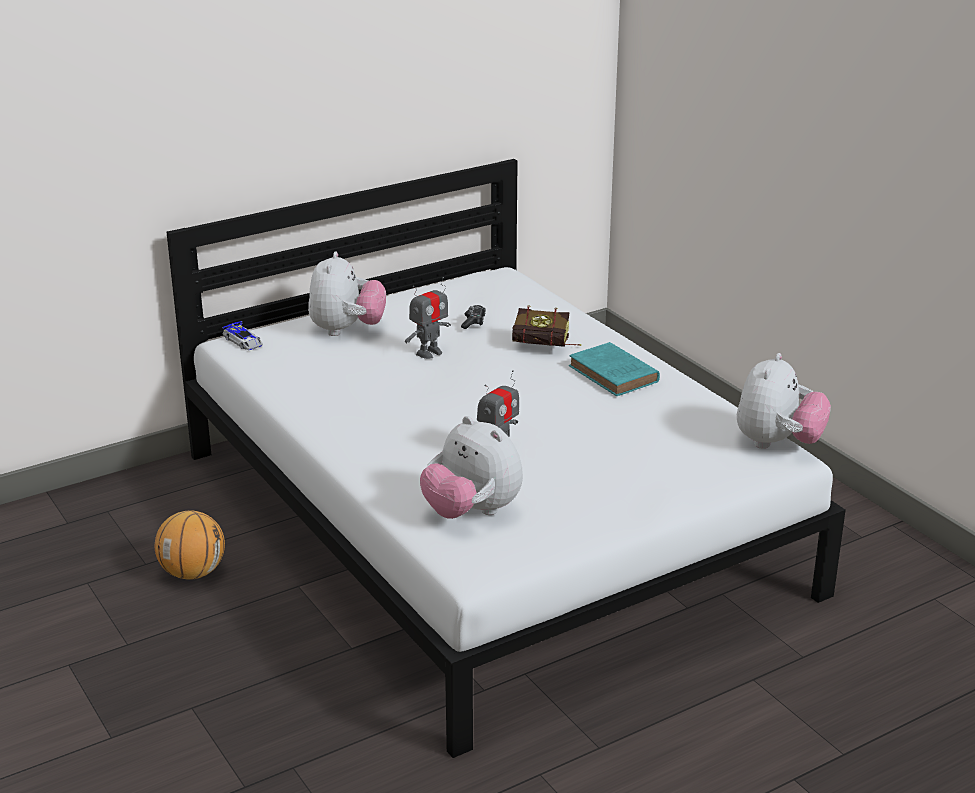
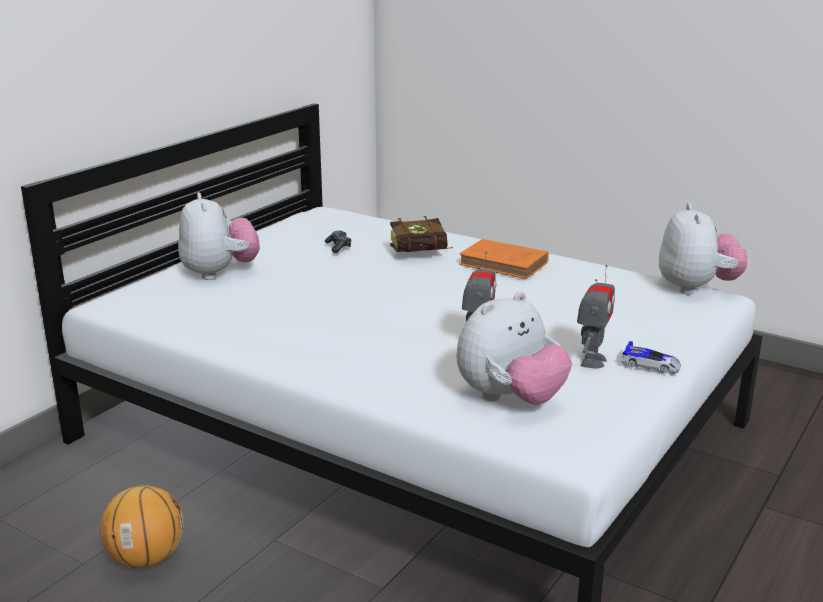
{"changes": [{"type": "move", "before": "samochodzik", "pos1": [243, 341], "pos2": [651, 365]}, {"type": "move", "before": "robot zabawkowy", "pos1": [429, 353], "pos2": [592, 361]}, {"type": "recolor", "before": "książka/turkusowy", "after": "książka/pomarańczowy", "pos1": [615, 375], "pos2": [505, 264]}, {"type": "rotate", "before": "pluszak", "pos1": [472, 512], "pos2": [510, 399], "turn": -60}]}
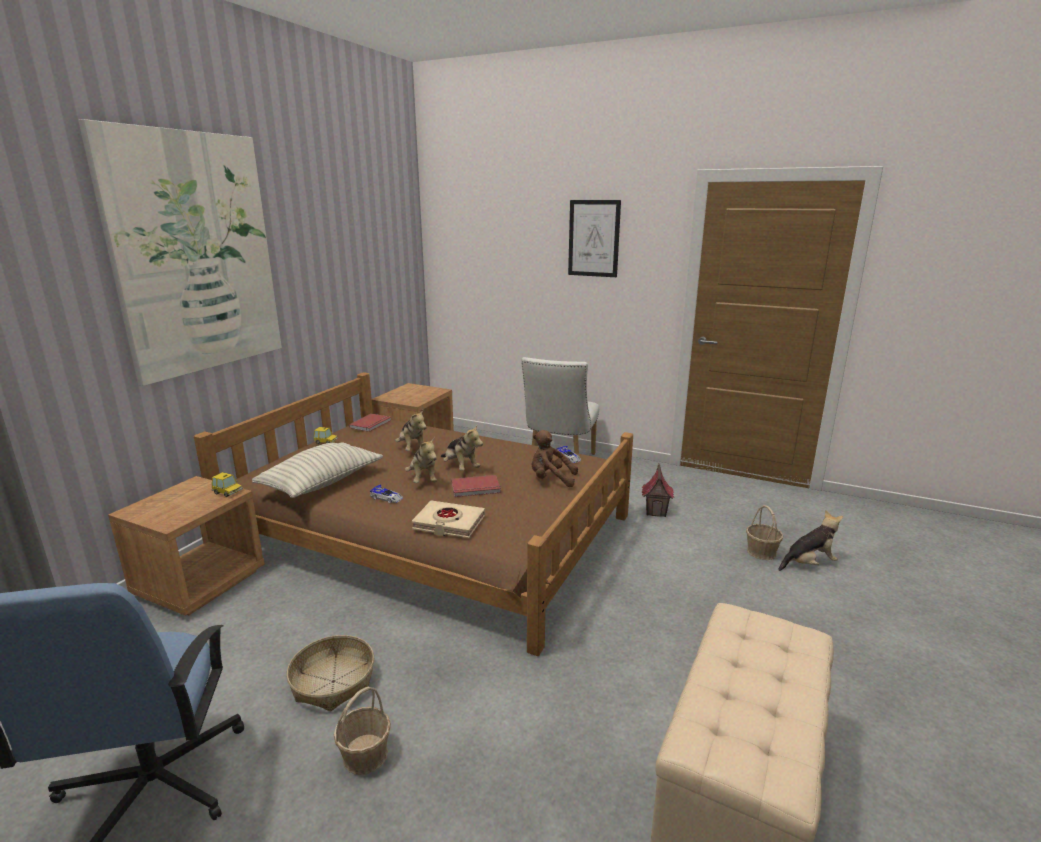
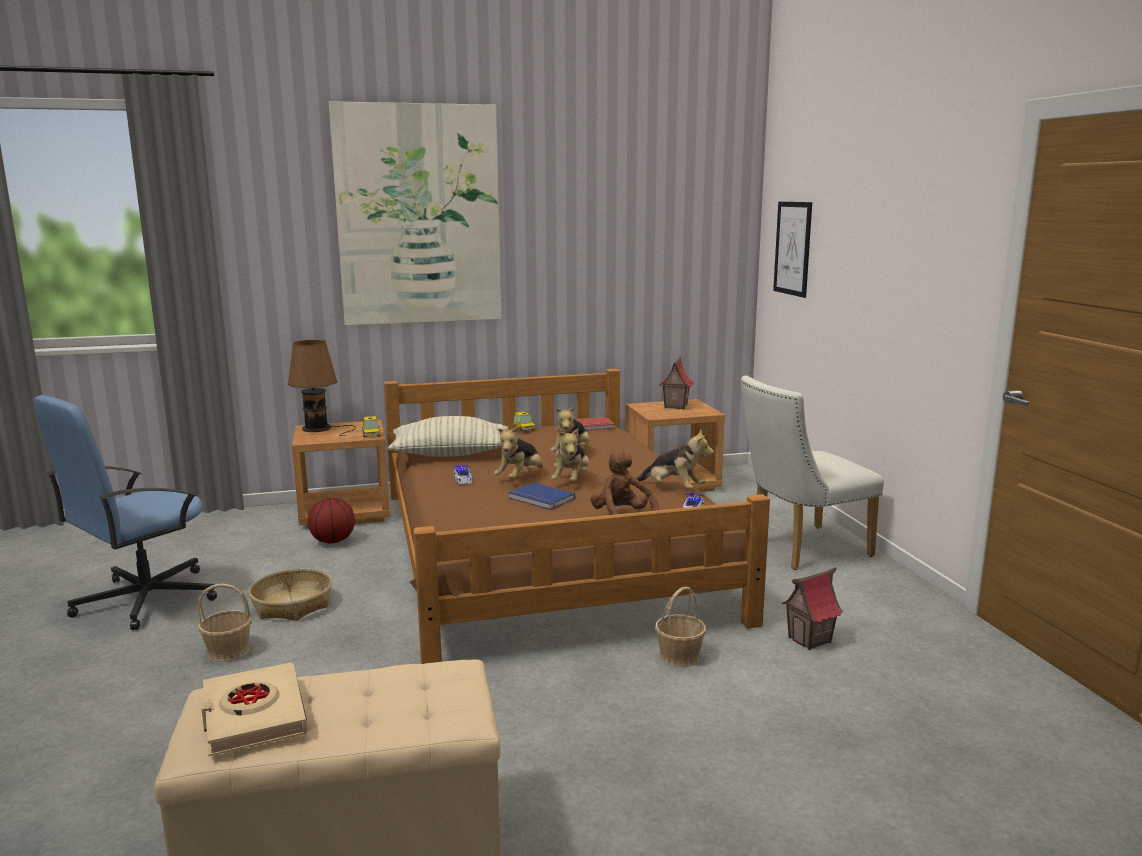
{"changes": [{"type": "insert", "after": "lampa stołowa/brązowy", "pos2": [320, 429]}, {"type": "insert", "after": "piłka do koszykówki", "pos2": [332, 541]}, {"type": "insert", "after": "domek", "pos2": [675, 406]}, {"type": "move", "before": "książka/beżowy", "pos1": [449, 523], "pos2": [253, 716]}, {"type": "move", "before": "obraz", "pos1": [593, 238], "pos2": [792, 248]}, {"type": "move", "before": "koszyk", "pos1": [761, 552], "pos2": [680, 656]}, {"type": "move", "before": "pluszak", "pos1": [808, 564], "pos2": [673, 488]}, {"type": "recolor", "before": "książka/czerwony", "after": "książka/niebieski", "pos1": [476, 488], "pos2": [540, 499]}]}
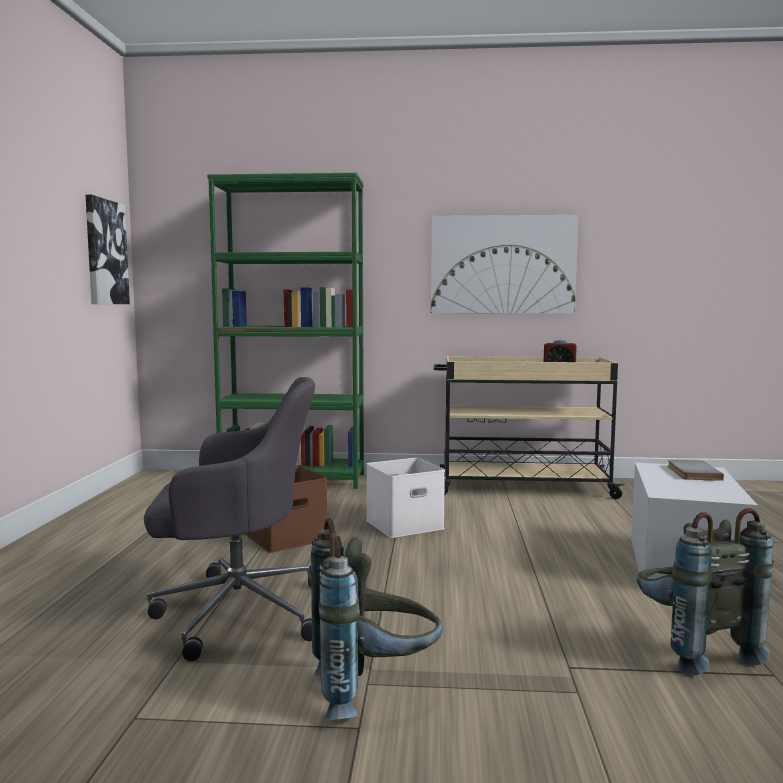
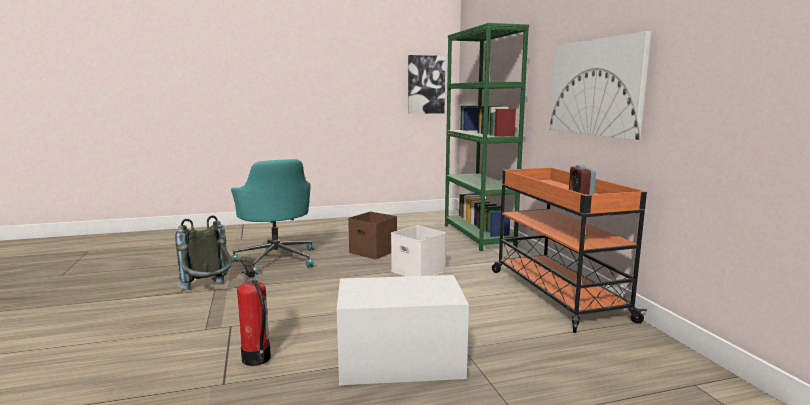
{"changes": [{"type": "delete", "before": "książka/szary", "pos1": [691, 473]}, {"type": "replace", "before": "plecak/szary", "after": "gaśnica", "pos1": [691, 648], "pos2": [256, 358]}, {"type": "recolor", "before": "krzesło biurowe/szary", "after": "krzesło biurowe/turkusowy", "pos1": [235, 611], "pos2": [277, 259]}, {"type": "recolor", "before": "wózek/beżowy", "after": "wózek/pomarańczowy", "pos1": [521, 487], "pos2": [556, 293]}]}
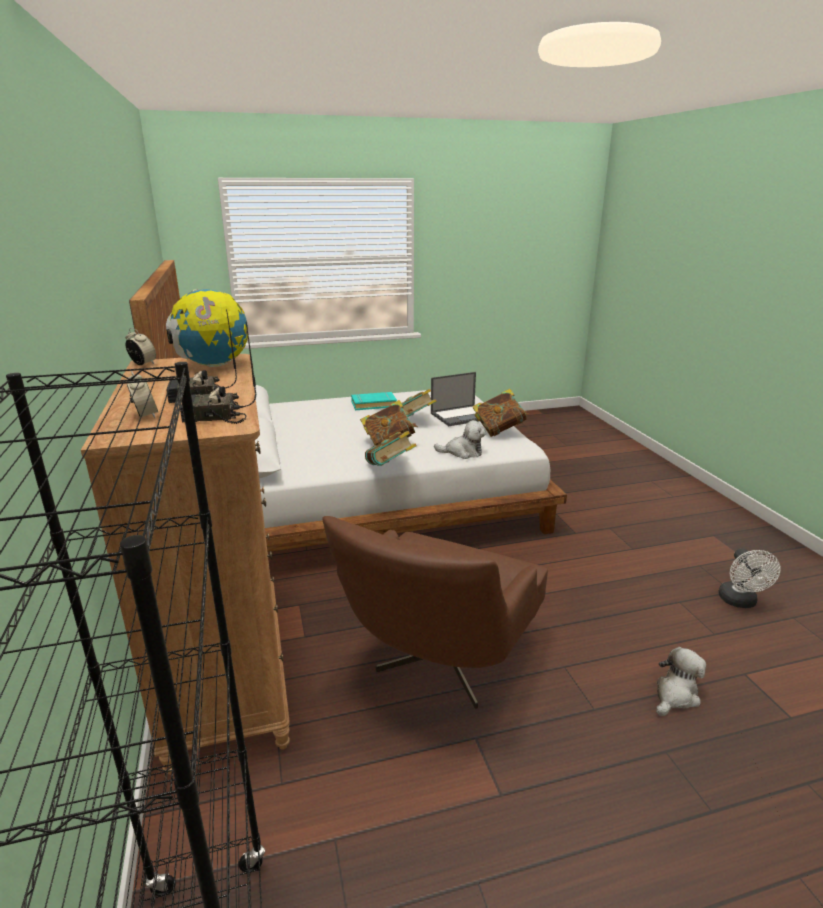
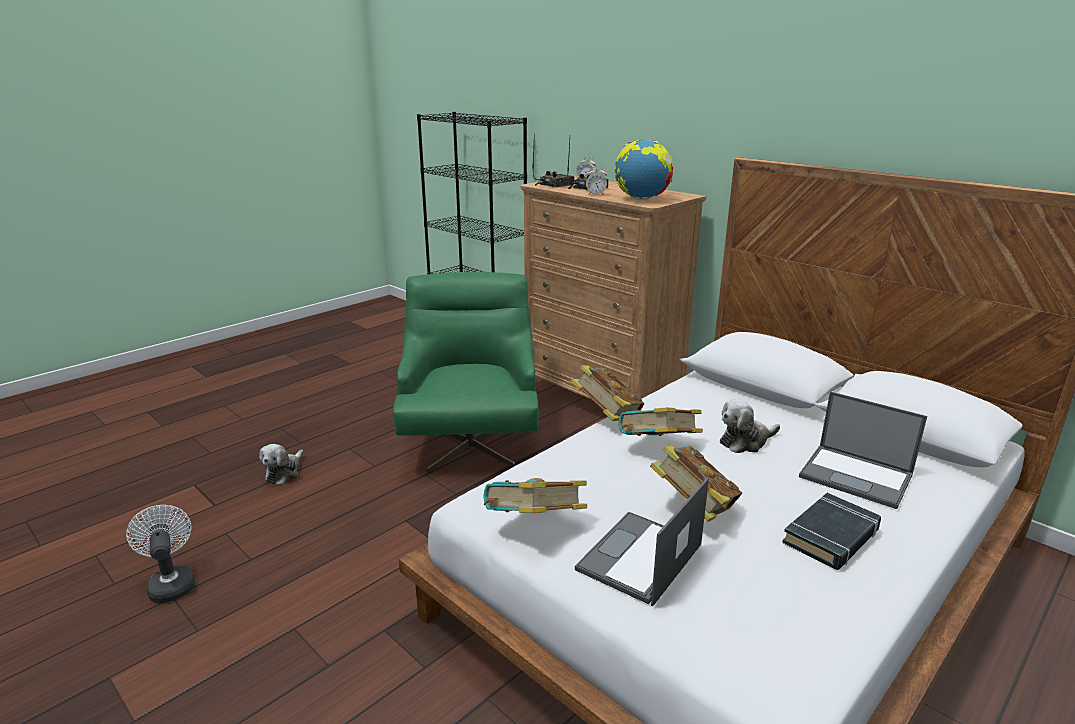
{"changes": [{"type": "insert", "after": "laptop", "pos2": [857, 476]}, {"type": "move", "before": "budzik", "pos1": [143, 364], "pos2": [596, 194]}, {"type": "move", "before": "pluszak", "pos1": [462, 452], "pos2": [745, 441]}, {"type": "recolor", "before": "fotel/brązowy", "after": "fotel/zielony", "pos1": [438, 666], "pos2": [471, 439]}, {"type": "recolor", "before": "książka/turkusowy", "after": "książka/czarny", "pos1": [373, 404], "pos2": [831, 536]}]}
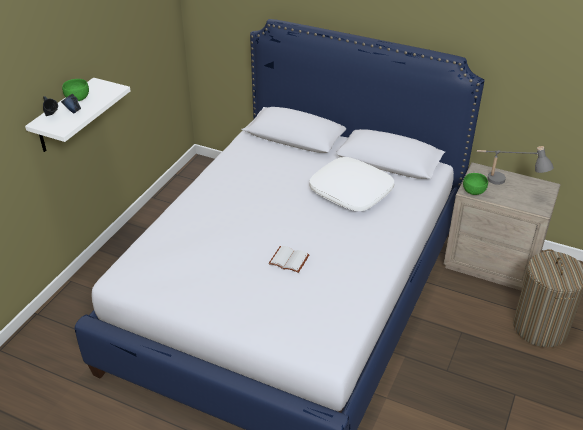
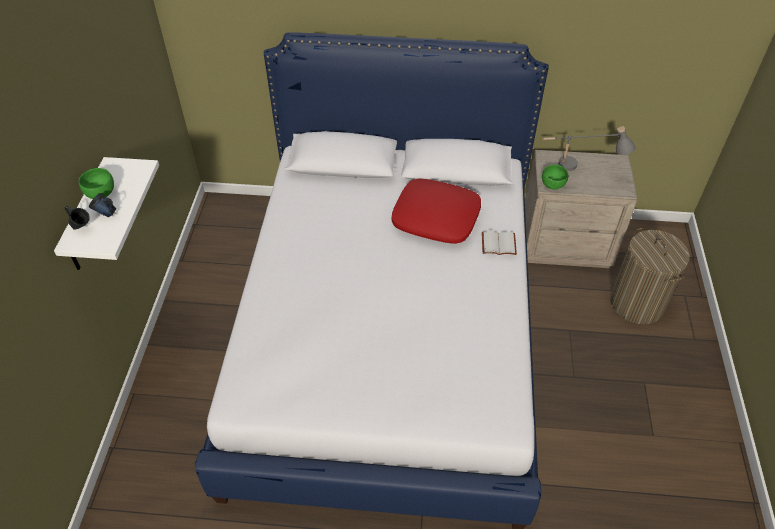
{"changes": [{"type": "move", "before": "książka/biały", "pos1": [290, 259], "pos2": [499, 243]}, {"type": "recolor", "before": "poduszka/biały", "after": "poduszka/czerwony", "pos1": [351, 191], "pos2": [436, 218]}]}
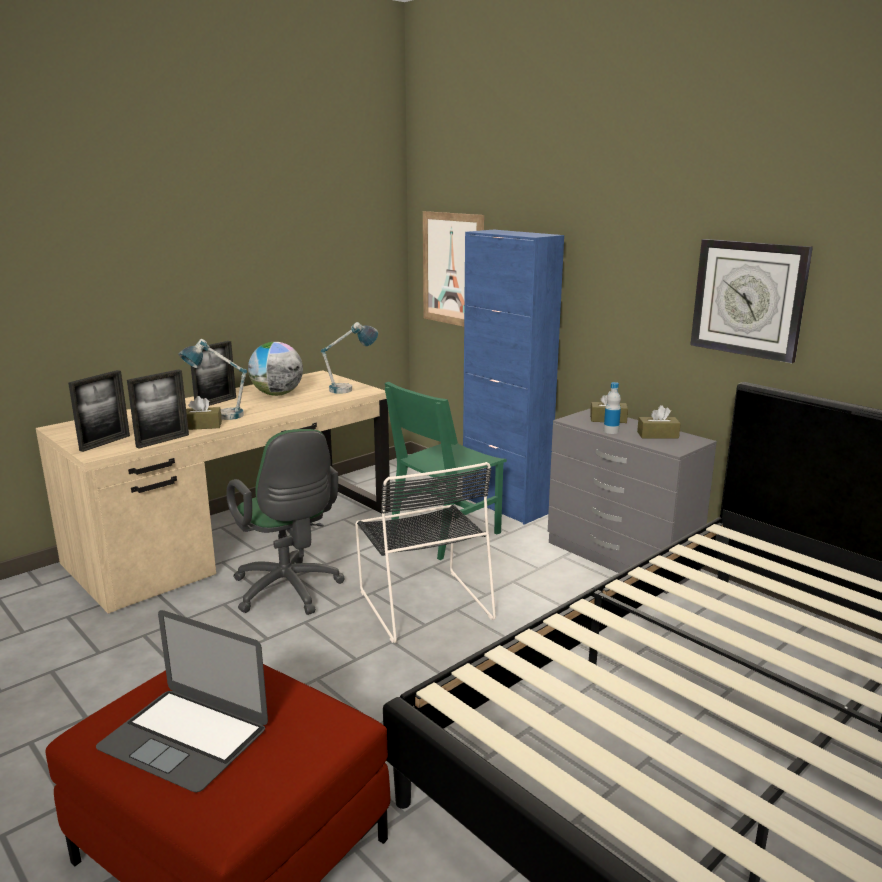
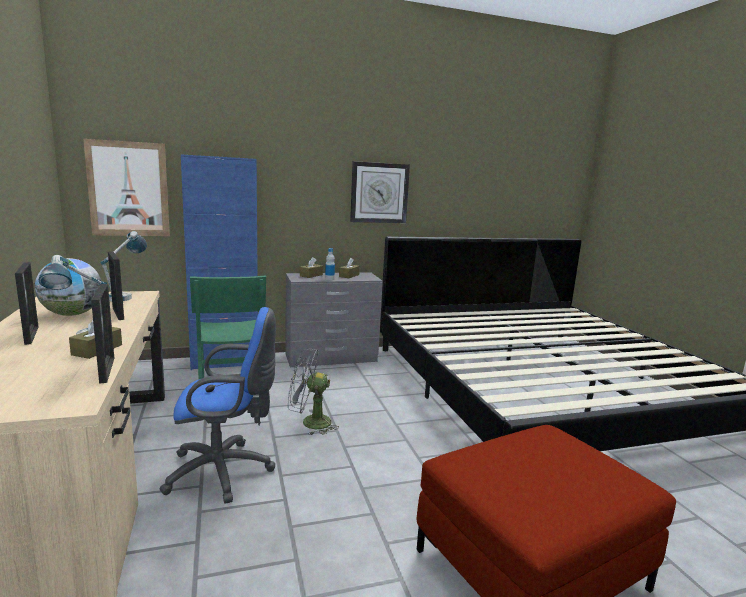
{"changes": [{"type": "delete", "before": "laptop", "pos1": [184, 737]}, {"type": "move", "before": "ramka na zdjęcie", "pos1": [105, 443], "pos2": [118, 313]}, {"type": "replace", "before": "krzesło/czarny", "after": "wentylator/szary", "pos1": [423, 602], "pos2": [309, 423]}, {"type": "recolor", "before": "krzesło biurowe/zielony", "after": "krzesło biurowe/niebieski", "pos1": [289, 592], "pos2": [225, 471]}]}
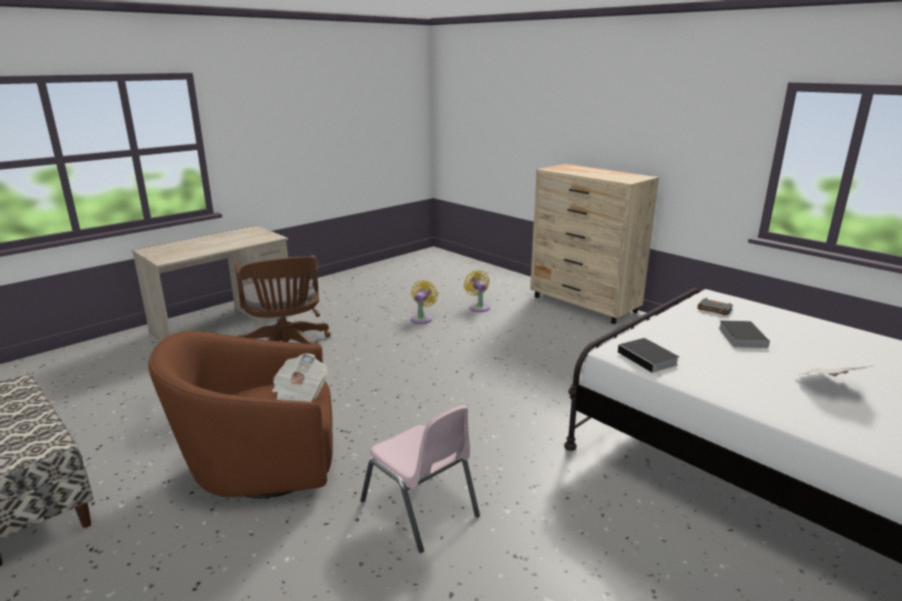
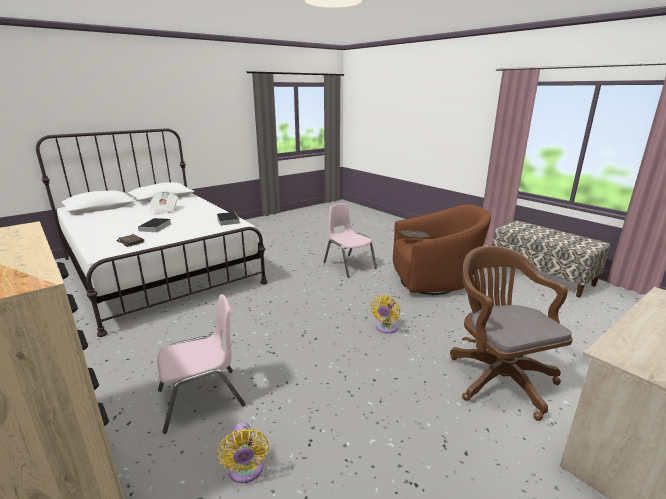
{"changes": [{"type": "insert", "after": "krzesło/różowy", "pos2": [201, 398]}, {"type": "move", "before": "wentylator/żółty", "pos1": [422, 318], "pos2": [386, 328]}]}
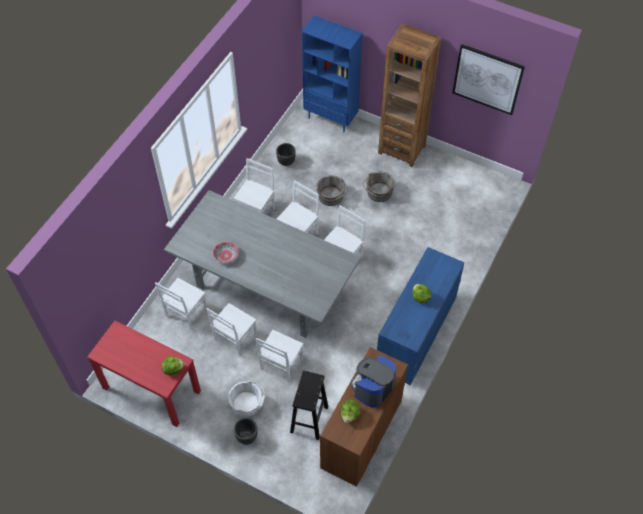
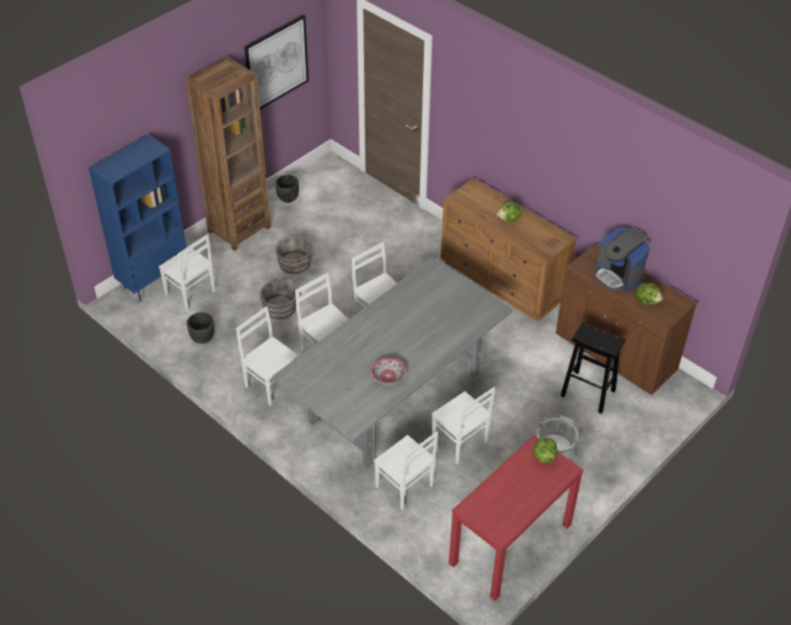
{"changes": [{"type": "move", "before": "donica/czarny", "pos1": [246, 436], "pos2": [287, 198]}, {"type": "move", "before": "krzesło/biały", "pos1": [280, 364], "pos2": [190, 293]}, {"type": "recolor", "before": "komoda/niebieski", "after": "komoda/brązowy", "pos1": [415, 335], "pos2": [503, 280]}]}
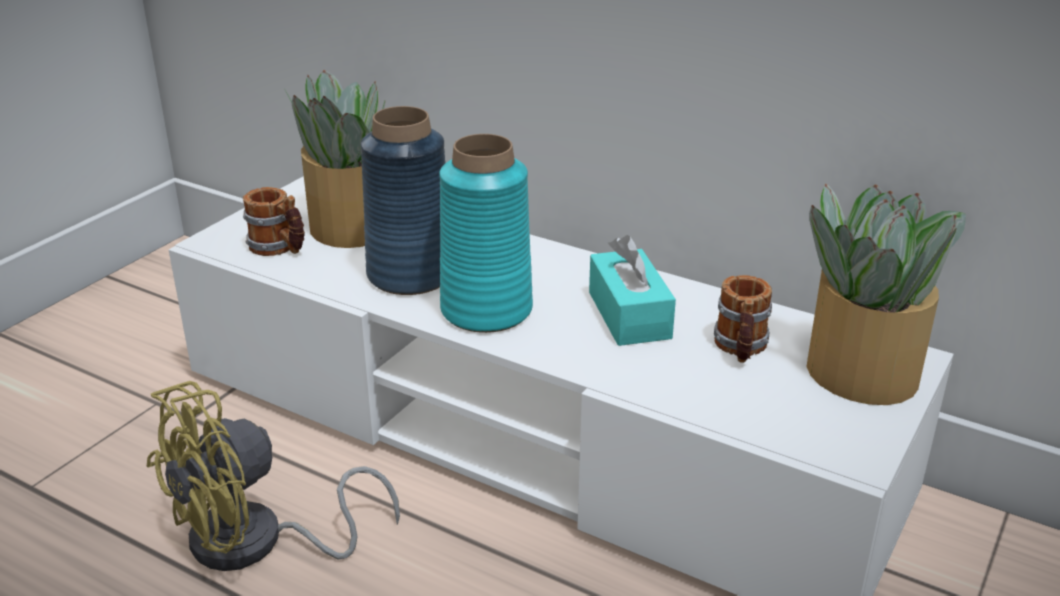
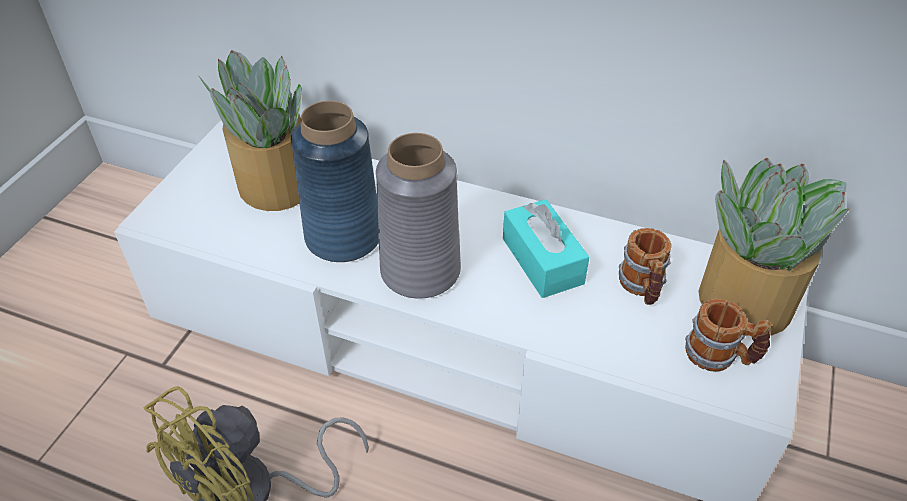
{"changes": [{"type": "move", "before": "kubek", "pos1": [279, 248], "pos2": [720, 356]}, {"type": "recolor", "before": "wazon/turkusowy", "after": "wazon/szary", "pos1": [485, 310], "pos2": [419, 271]}]}
